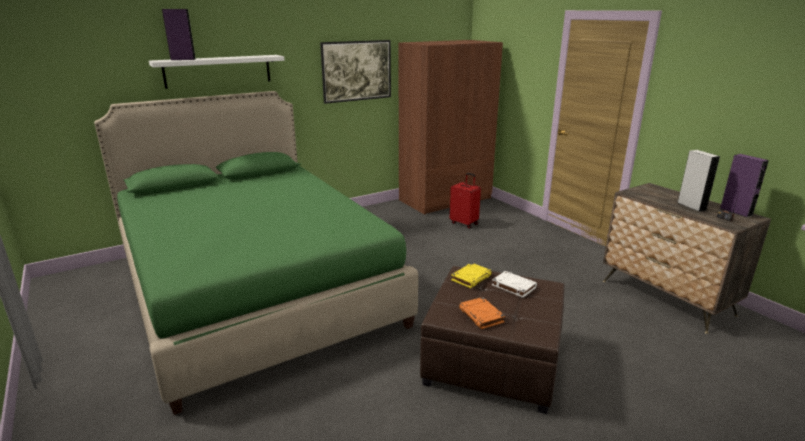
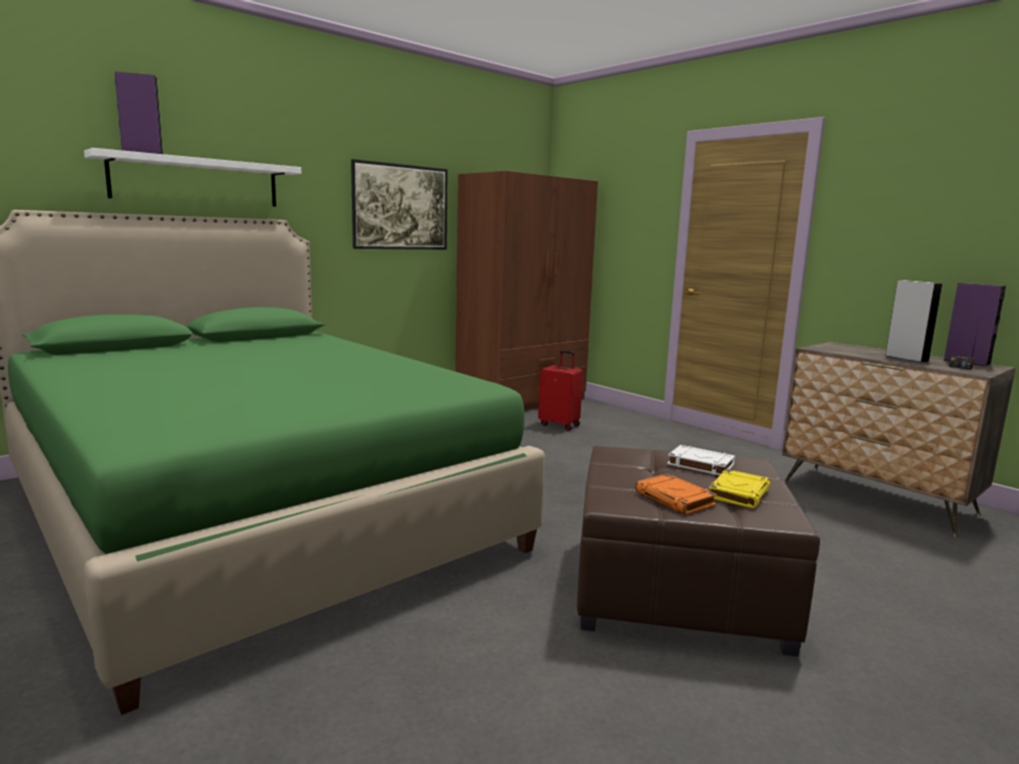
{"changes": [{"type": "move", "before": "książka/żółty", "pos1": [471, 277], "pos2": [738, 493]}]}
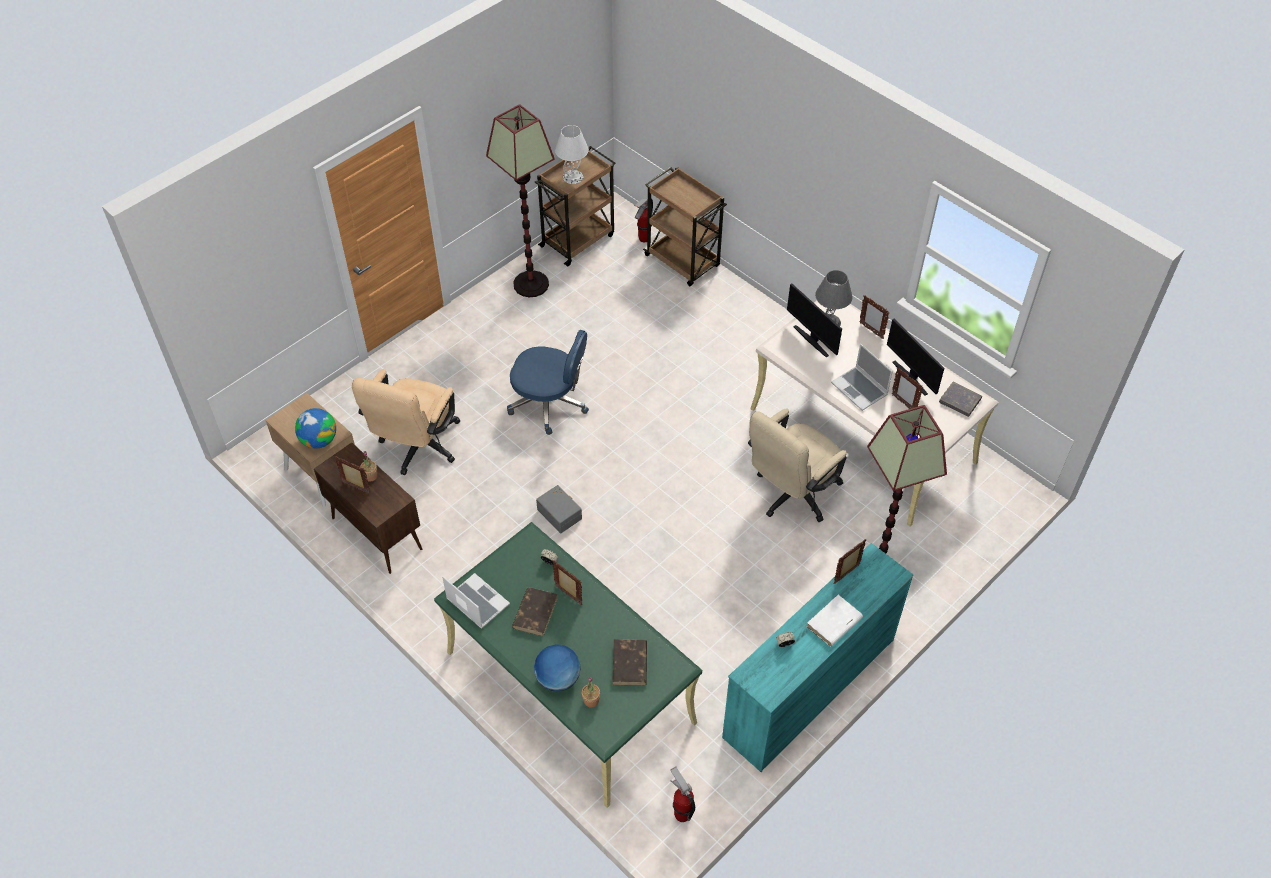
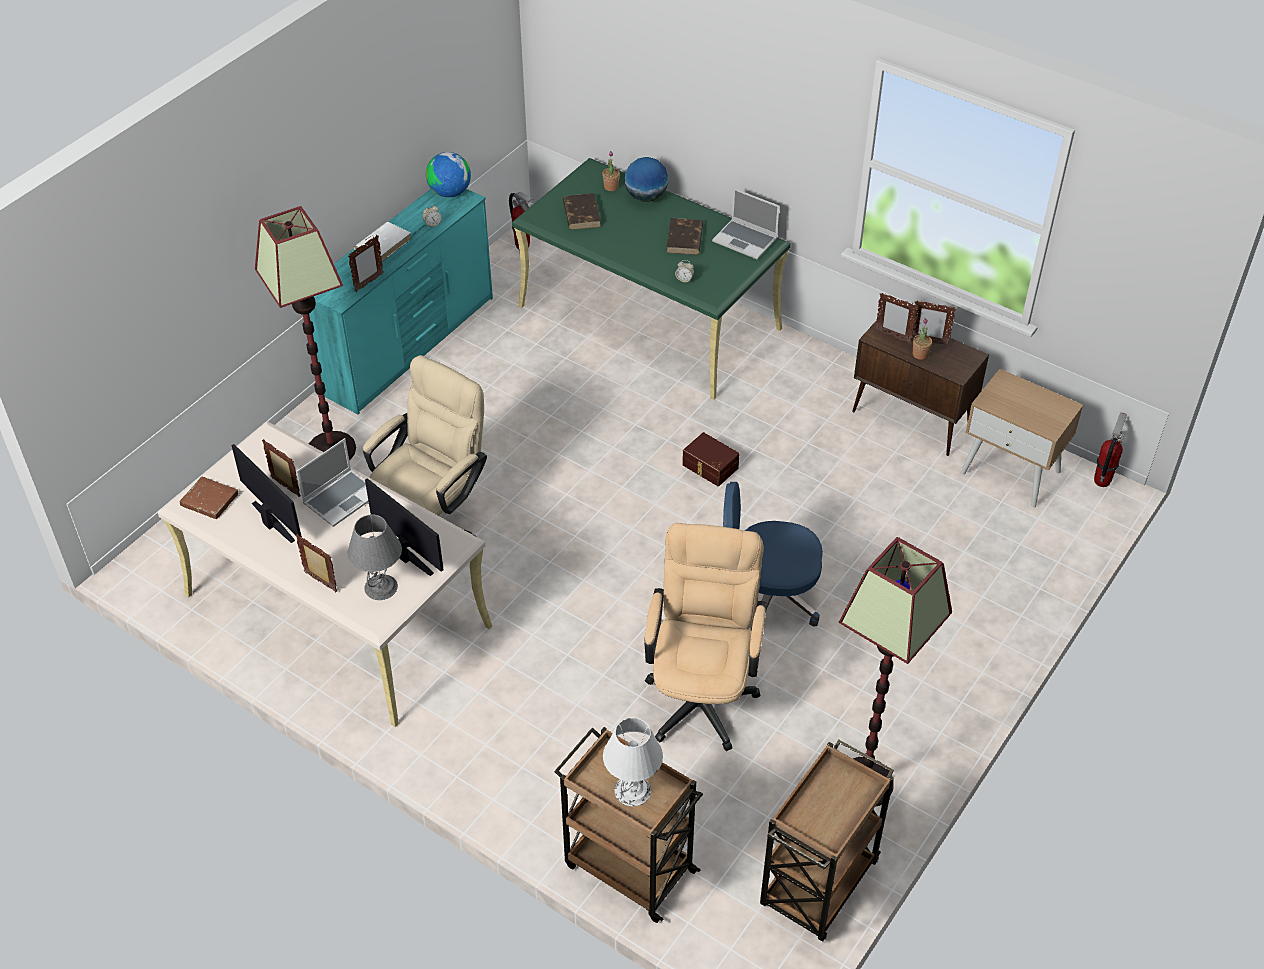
{"changes": [{"type": "move", "before": "globus", "pos1": [319, 440], "pos2": [450, 193]}, {"type": "move", "before": "krzesło biurowe/beżowy", "pos1": [417, 448], "pos2": [702, 692]}, {"type": "move", "before": "ramka na zdjęcie", "pos1": [568, 595], "pos2": [893, 336]}, {"type": "move", "before": "lampa stołowa/biały", "pos1": [573, 177], "pos2": [632, 790]}, {"type": "move", "before": "gaśnica", "pos1": [644, 239], "pos2": [1102, 481]}, {"type": "recolor", "before": "pojemnik do przechowywania/szary", "after": "pojemnik do przechowywania/brązowy", "pos1": [560, 513], "pos2": [709, 467]}, {"type": "recolor", "before": "książka/szary", "after": "książka/brązowy", "pos1": [959, 401], "pos2": [210, 500]}, {"type": "rotate", "before": "laptop", "pos1": [860, 389], "pos2": [341, 498], "turn": 90}]}
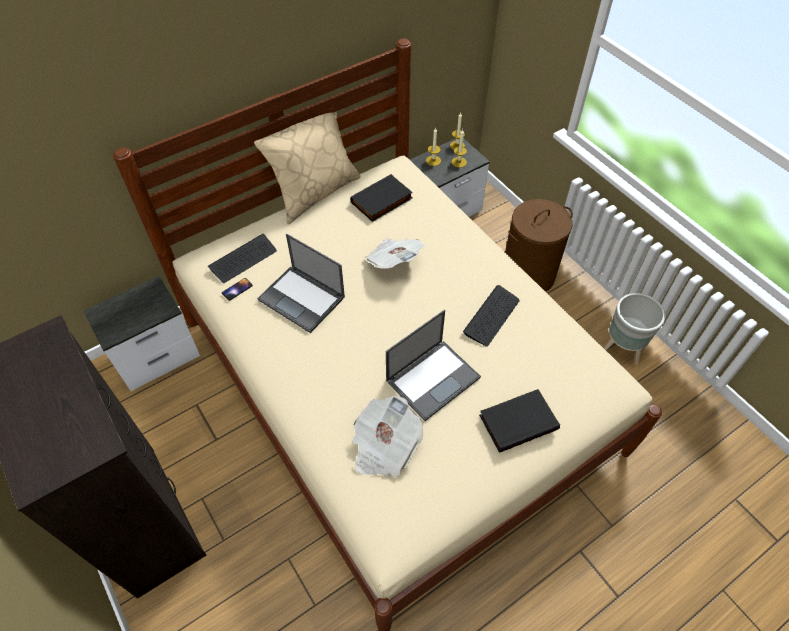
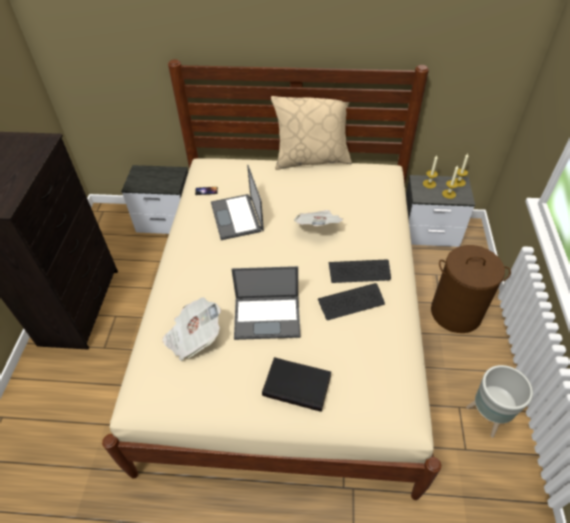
{"changes": [{"type": "delete", "before": "książka/czarny", "pos1": [382, 201]}, {"type": "move", "before": "klawiatura", "pos1": [243, 259], "pos2": [359, 272]}]}
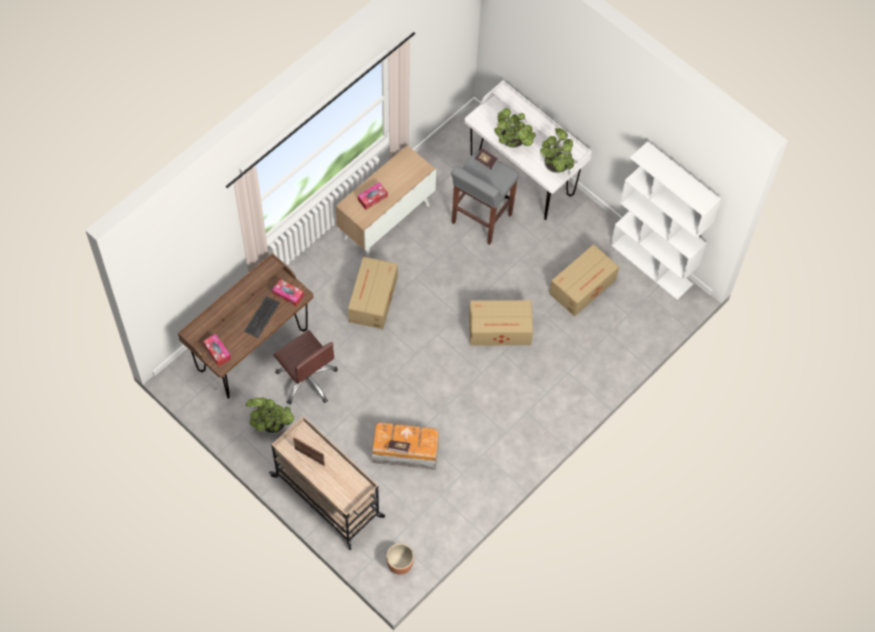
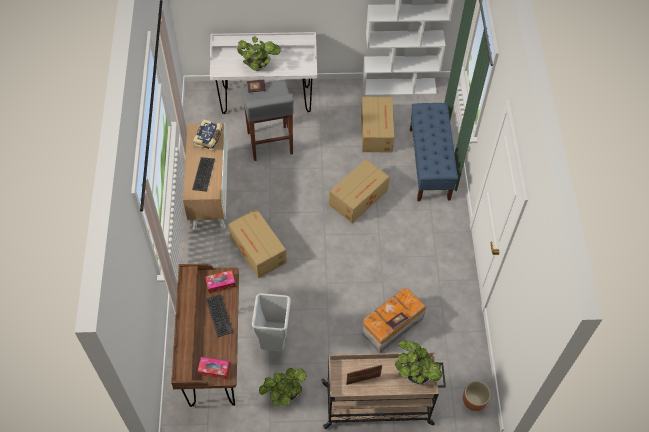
{"changes": [{"type": "insert", "after": "książka", "pos2": [209, 138]}, {"type": "insert", "after": "ławka/niebieski", "pos2": [429, 164]}, {"type": "move", "before": "roślina doniczkowa", "pos1": [556, 165], "pos2": [415, 373]}, {"type": "replace", "before": "krzesło biurowe/brązowy", "after": "kosz na śmieci/szary", "pos1": [307, 379], "pos2": [274, 340]}, {"type": "replace", "before": "pudełko chusteczek", "after": "klawiatura", "pos1": [372, 198], "pos2": [203, 174]}]}
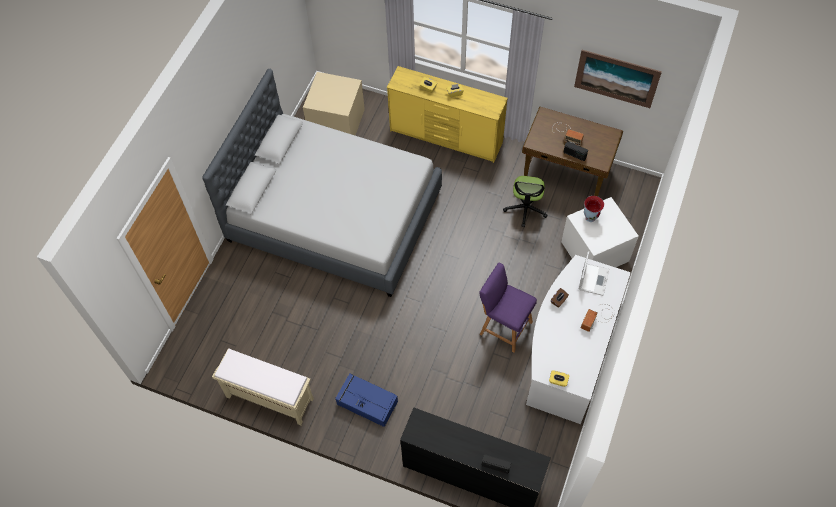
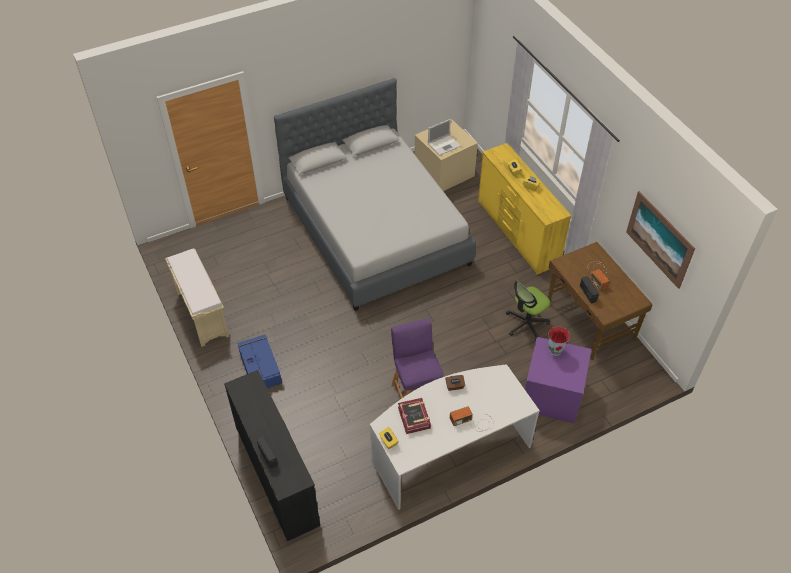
{"changes": [{"type": "insert", "after": "książka", "pos2": [414, 417]}, {"type": "move", "before": "laptop", "pos1": [593, 278], "pos2": [444, 144]}, {"type": "recolor", "before": "pojemnik do przechowywania/biały", "after": "pojemnik do przechowywania/fioletowy", "pos1": [594, 252], "pos2": [550, 395]}]}
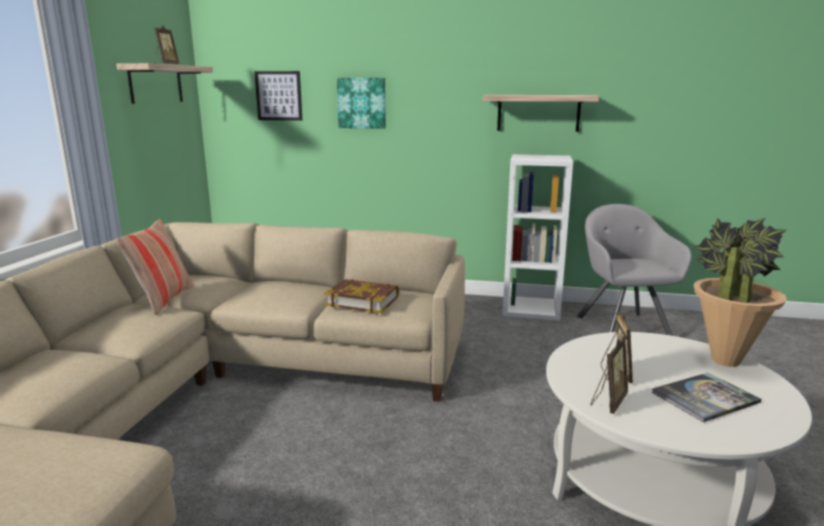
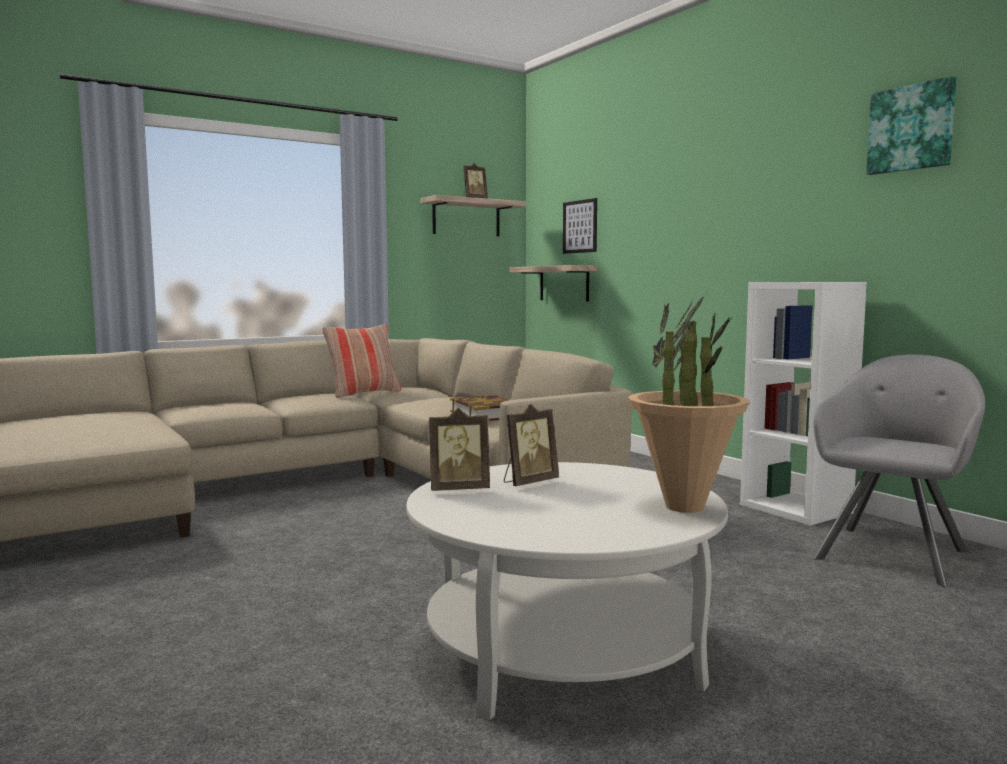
{"changes": [{"type": "delete", "before": "książka", "pos1": [705, 398]}, {"type": "move", "before": "obraz", "pos1": [362, 103], "pos2": [911, 128]}, {"type": "move", "before": "półka", "pos1": [538, 113], "pos2": [564, 283]}]}
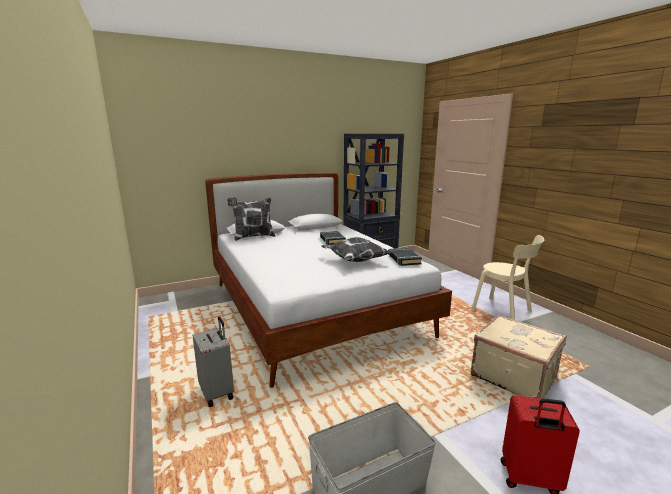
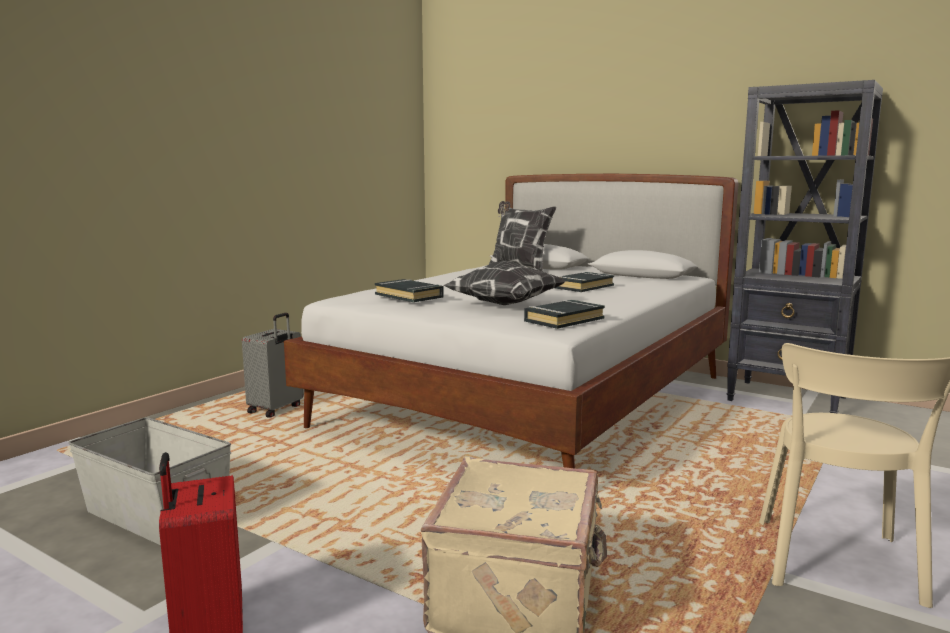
{"changes": [{"type": "insert", "after": "książka/czarny", "pos2": [409, 296]}]}
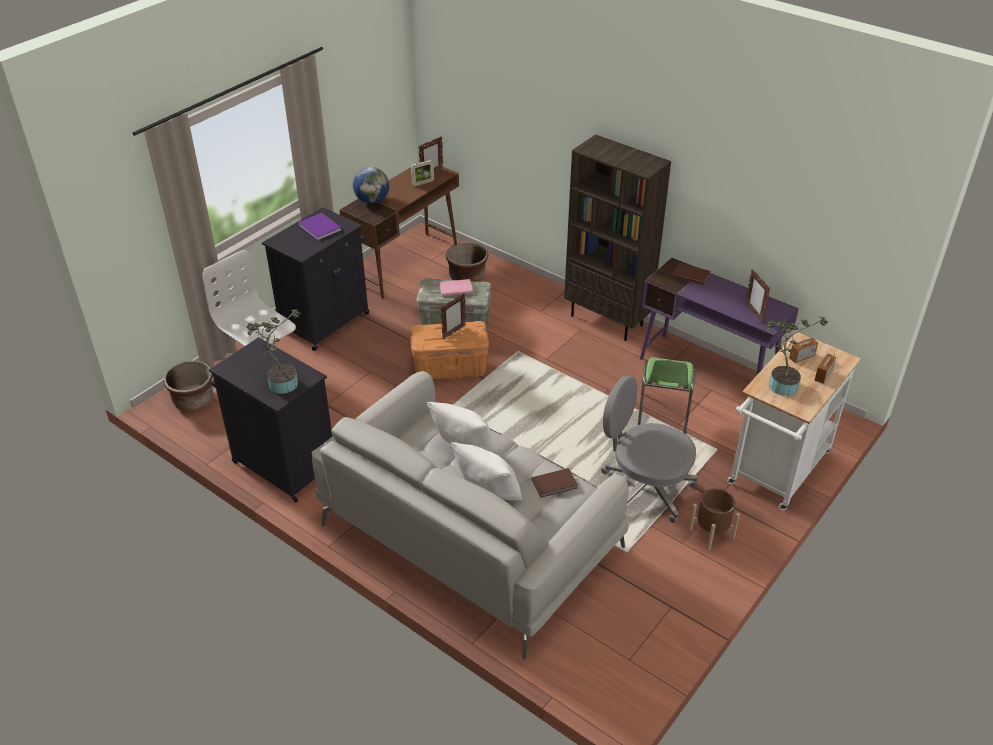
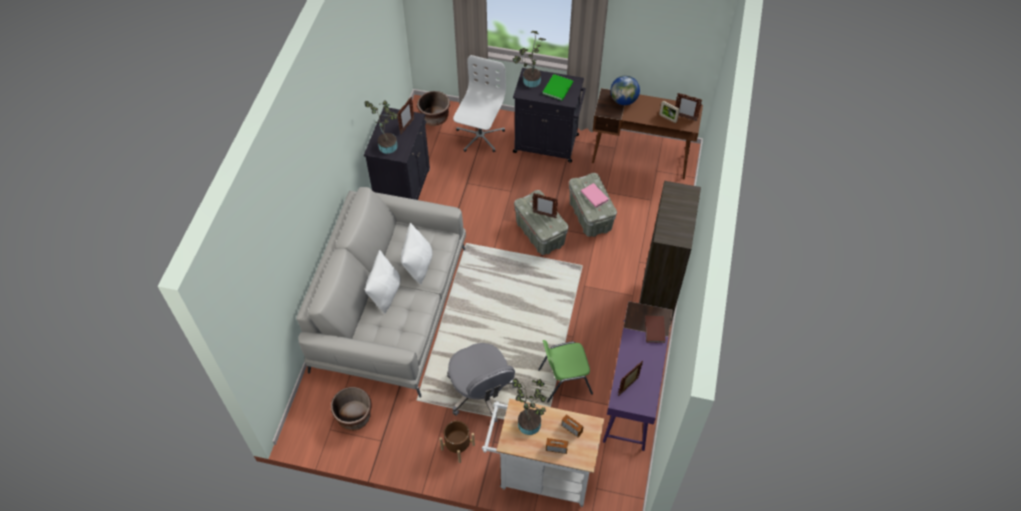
{"changes": [{"type": "delete", "before": "książka/brązowy", "pos1": [555, 484]}, {"type": "insert", "after": "ramka na zdjęcie", "pos2": [407, 126]}, {"type": "insert", "after": "roślina doniczkowa", "pos2": [529, 81]}, {"type": "move", "before": "donica/brązowy", "pos1": [467, 277], "pos2": [354, 416]}, {"type": "recolor", "before": "książka/fioletowy", "after": "książka/zielony", "pos1": [320, 227], "pos2": [558, 87]}, {"type": "recolor", "before": "pojemnik do przechowywania/pomarańczowy", "after": "pojemnik do przechowywania/szary", "pos1": [451, 368], "pos2": [540, 234]}, {"type": "rotate", "before": "krzesło biurowe/szary", "pos1": [644, 488], "pos2": [481, 392], "turn": 150}]}
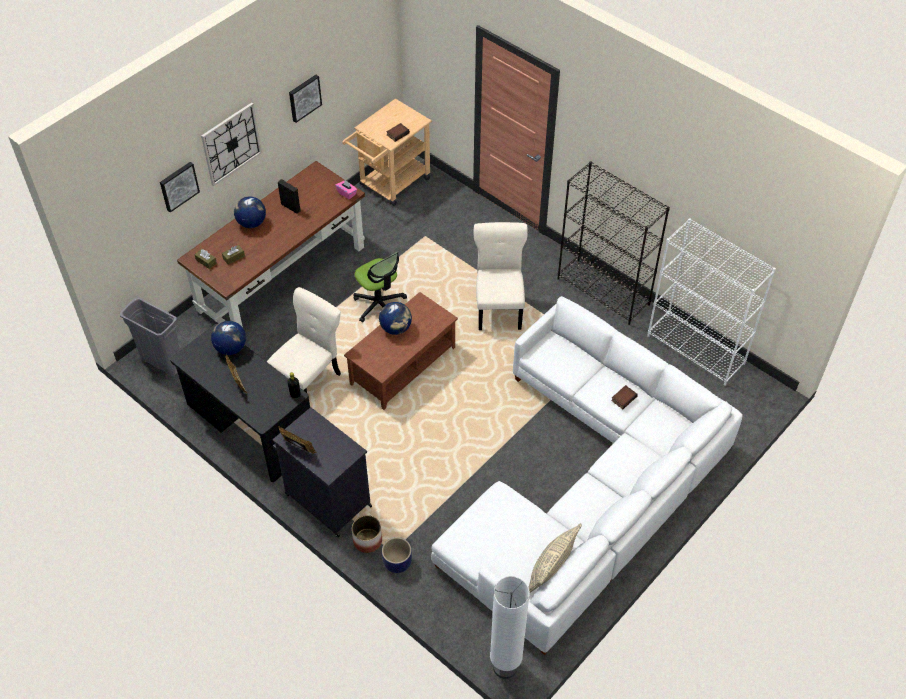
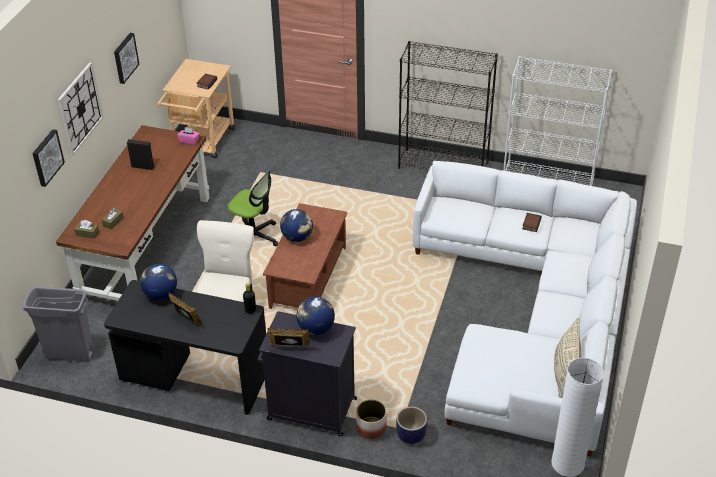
{"changes": [{"type": "delete", "before": "krzesło/beżowy", "pos1": [499, 308]}, {"type": "move", "before": "globus", "pos1": [251, 223], "pos2": [316, 329]}]}
